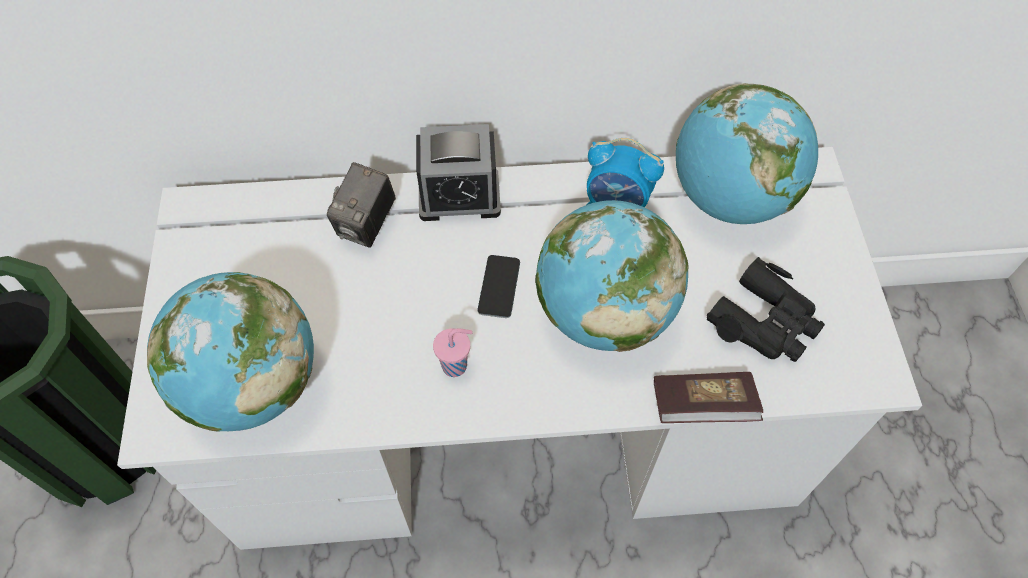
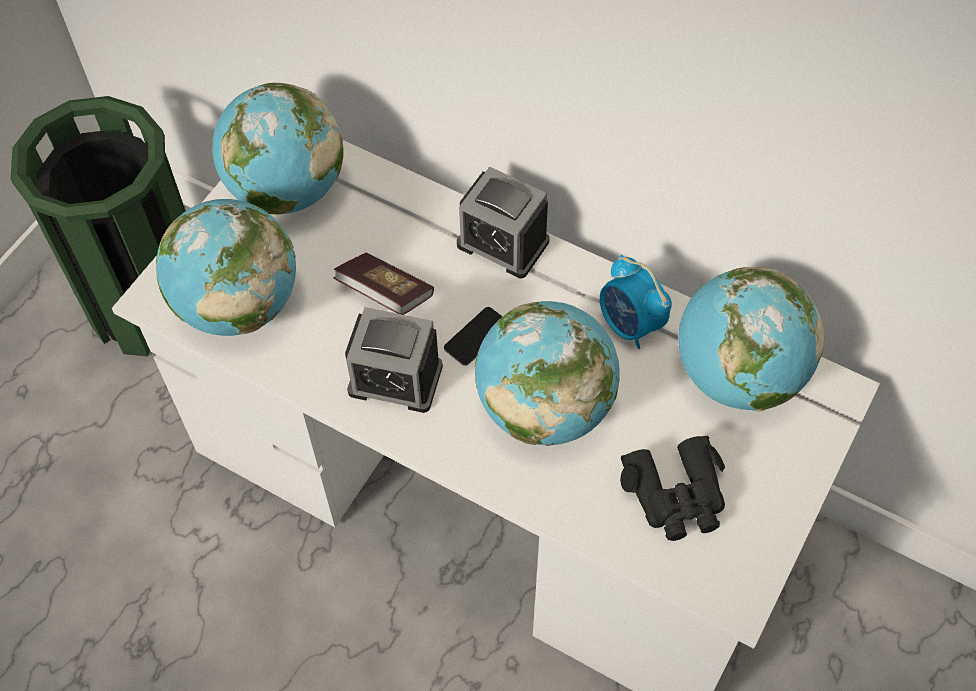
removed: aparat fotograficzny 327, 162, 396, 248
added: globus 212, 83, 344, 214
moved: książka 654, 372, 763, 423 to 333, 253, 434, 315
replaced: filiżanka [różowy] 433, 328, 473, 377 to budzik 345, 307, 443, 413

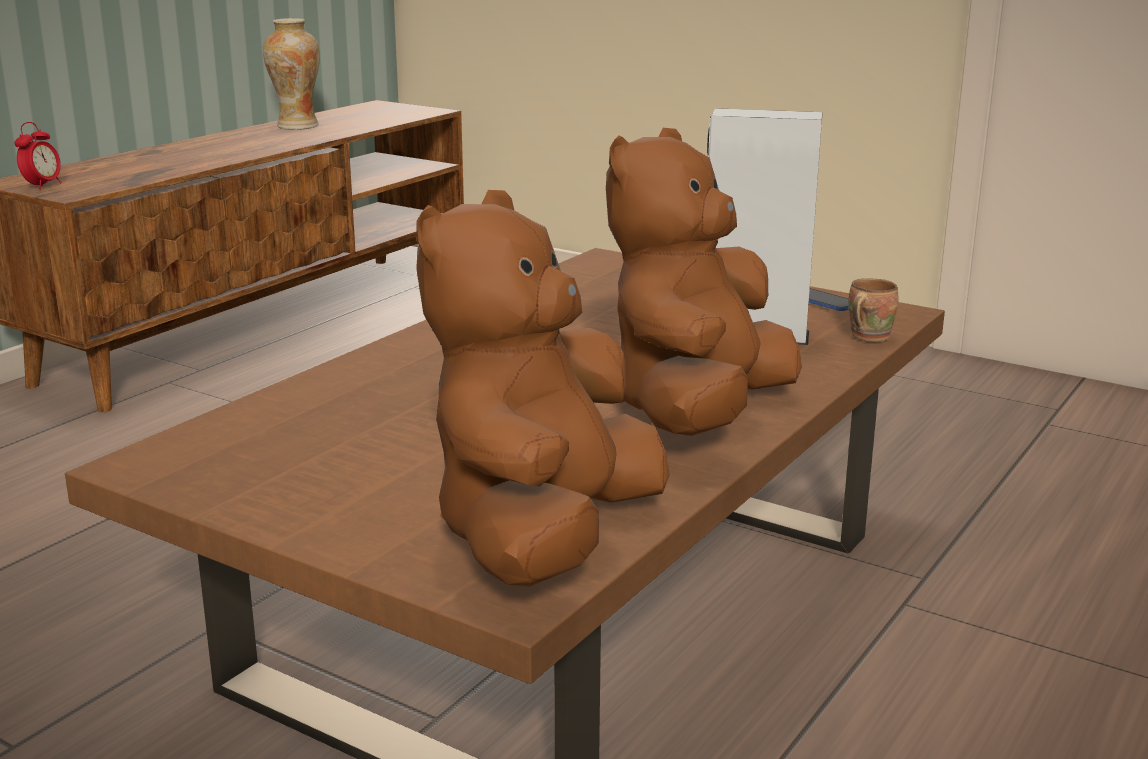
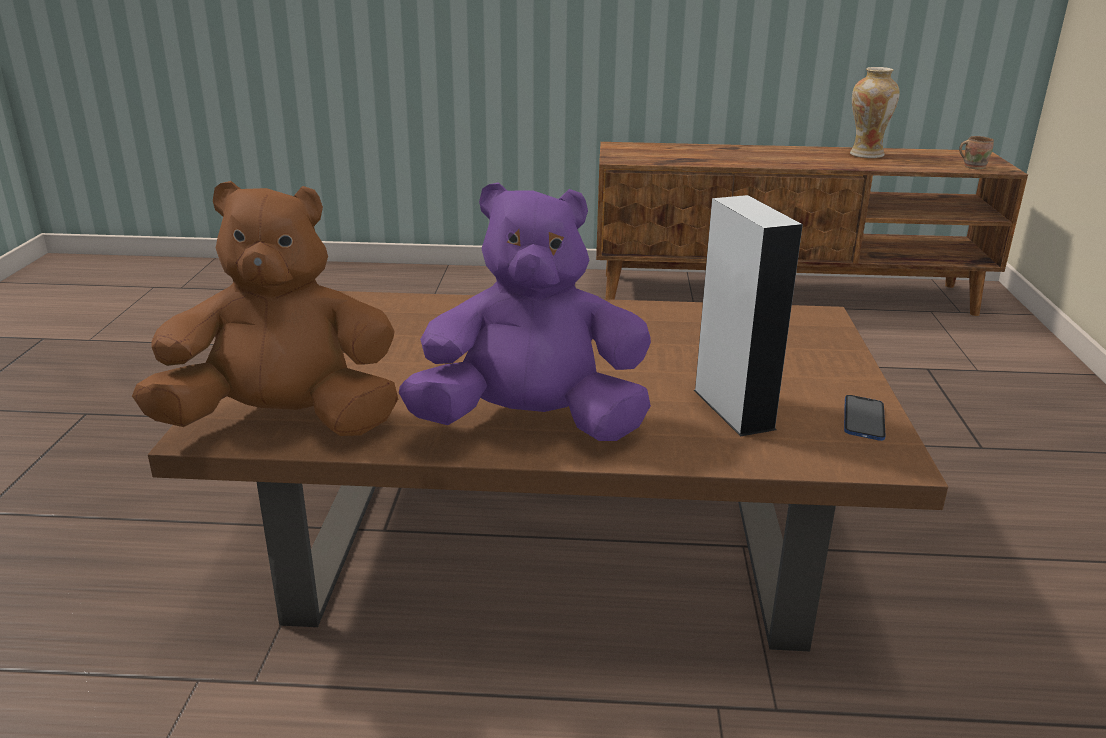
removed: budzik 14, 122, 62, 190
moved: kubek [brązowy] 848, 278, 899, 342 to 959, 136, 994, 170
recoloured: pluszak [brązowy] 606, 128, 802, 436 to pluszak [fioletowy] 399, 182, 651, 441

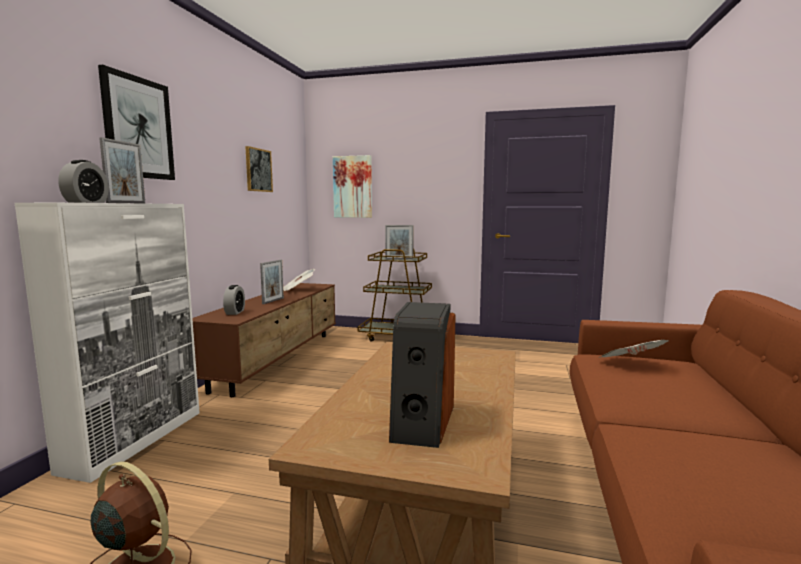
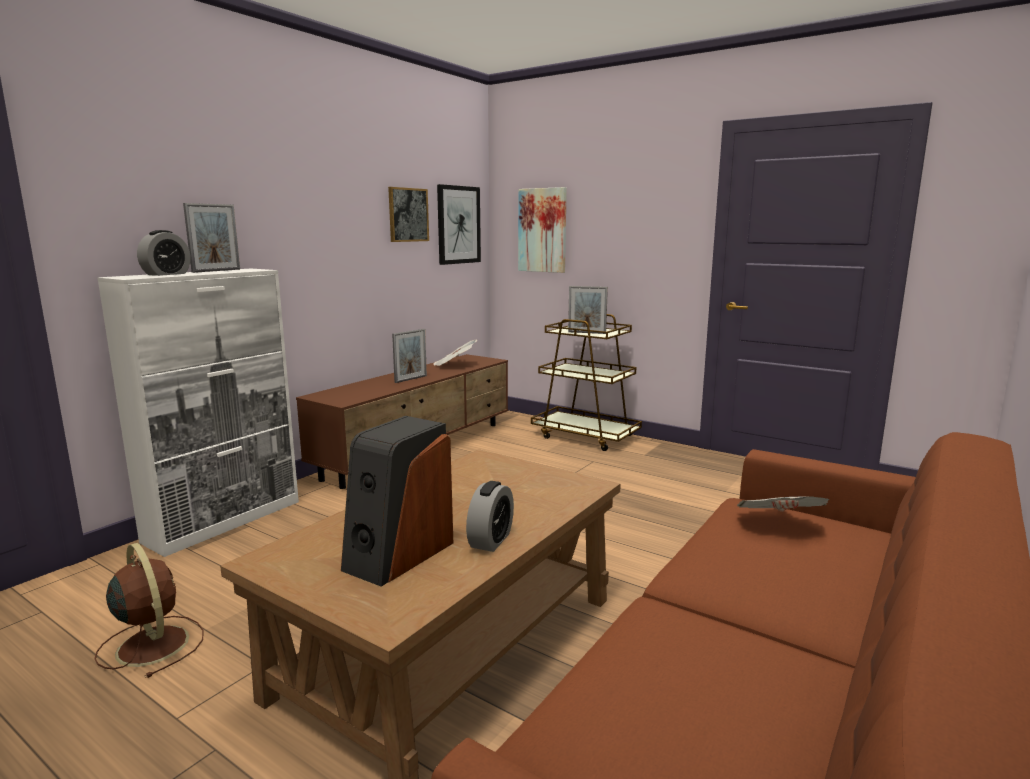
moved: obraz 98, 64, 175, 180 to 437, 184, 481, 265; budzik 223, 285, 245, 315 to 466, 481, 514, 552

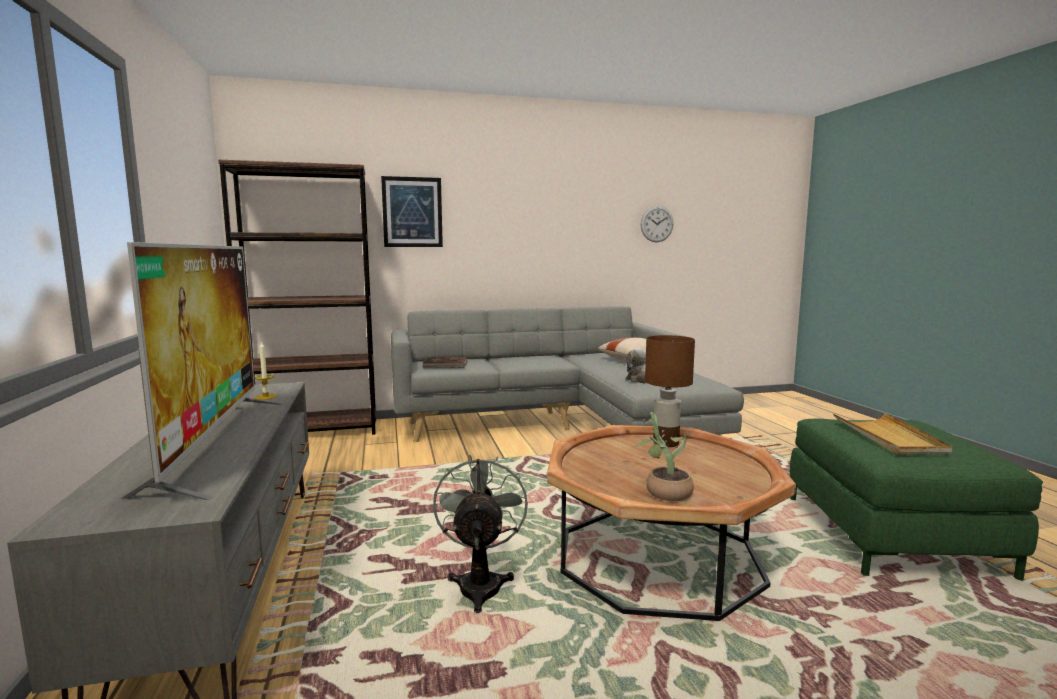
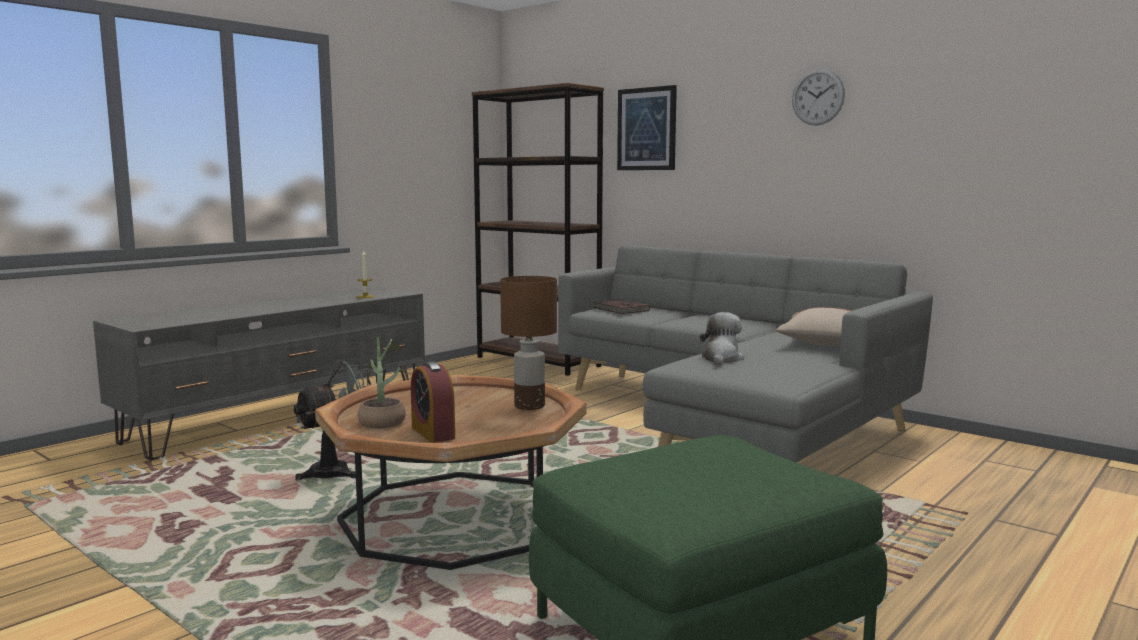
removed: telewizor 120, 242, 282, 500; taca [beżowy] 833, 413, 953, 454
added: budzik 411, 361, 455, 443
moved: zegar ścienny 641, 206, 673, 242 to 792, 69, 845, 126

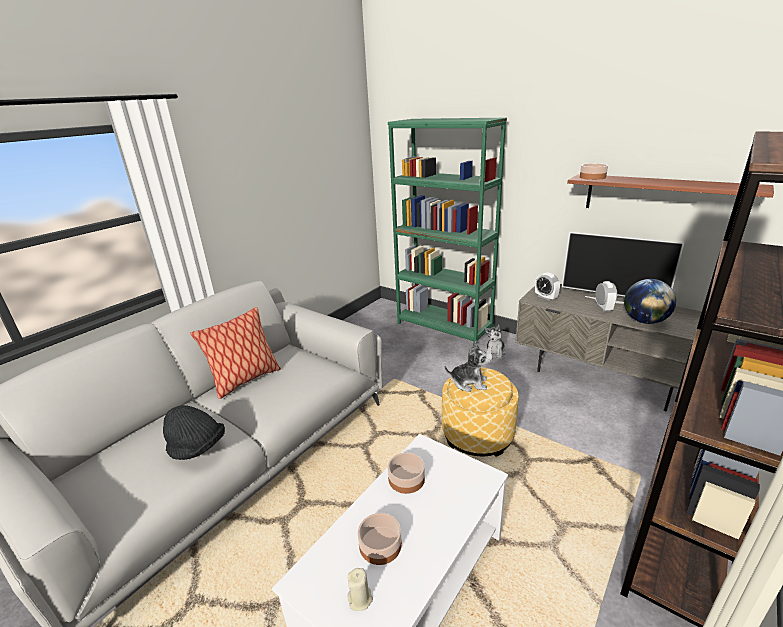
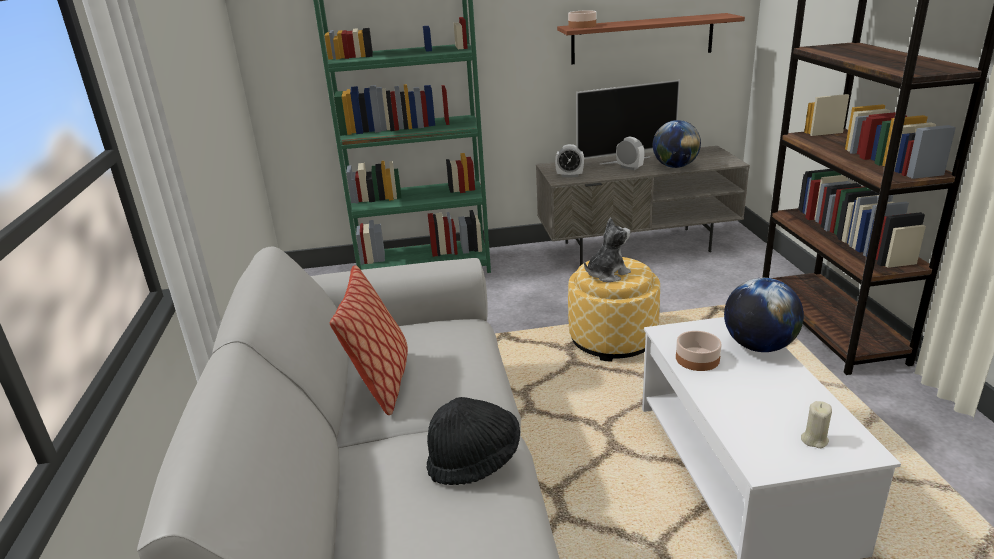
removed: miska 358, 513, 402, 565; pluszak 484, 325, 506, 360
added: globus 724, 278, 804, 352

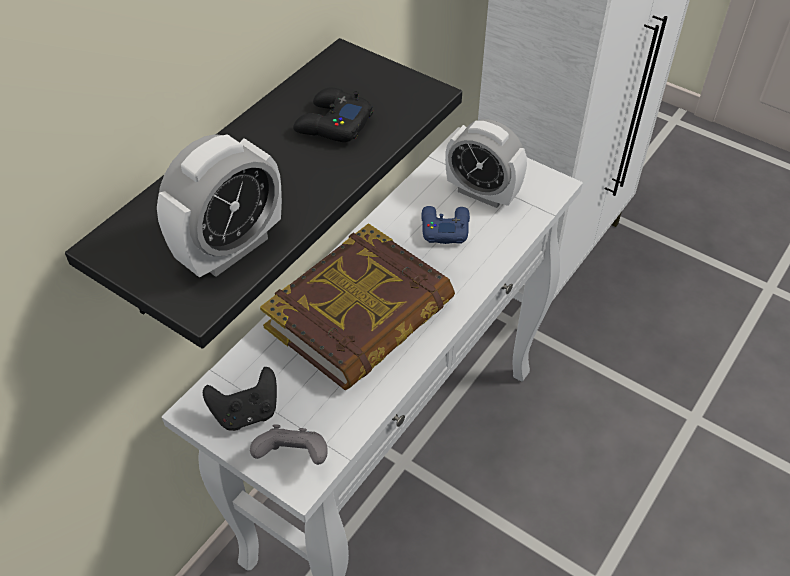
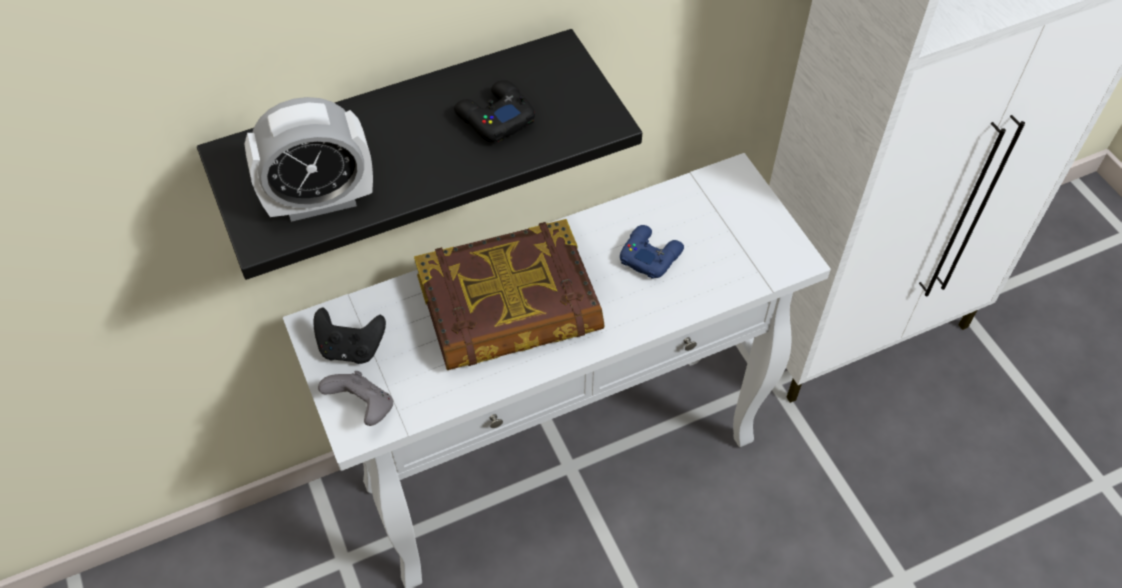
removed: budzik 445, 119, 527, 208

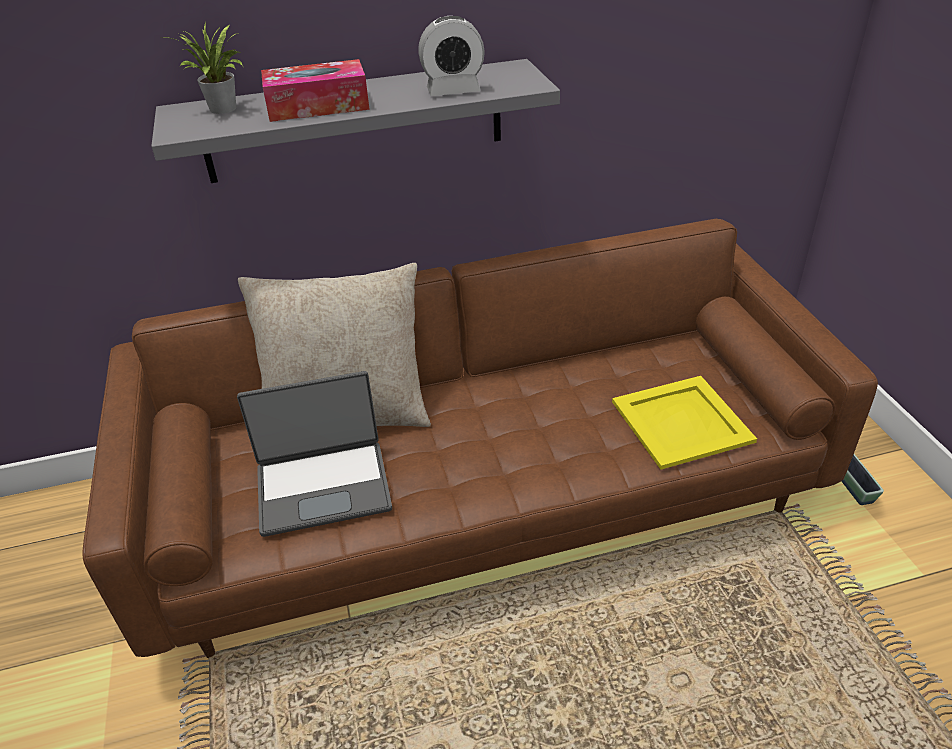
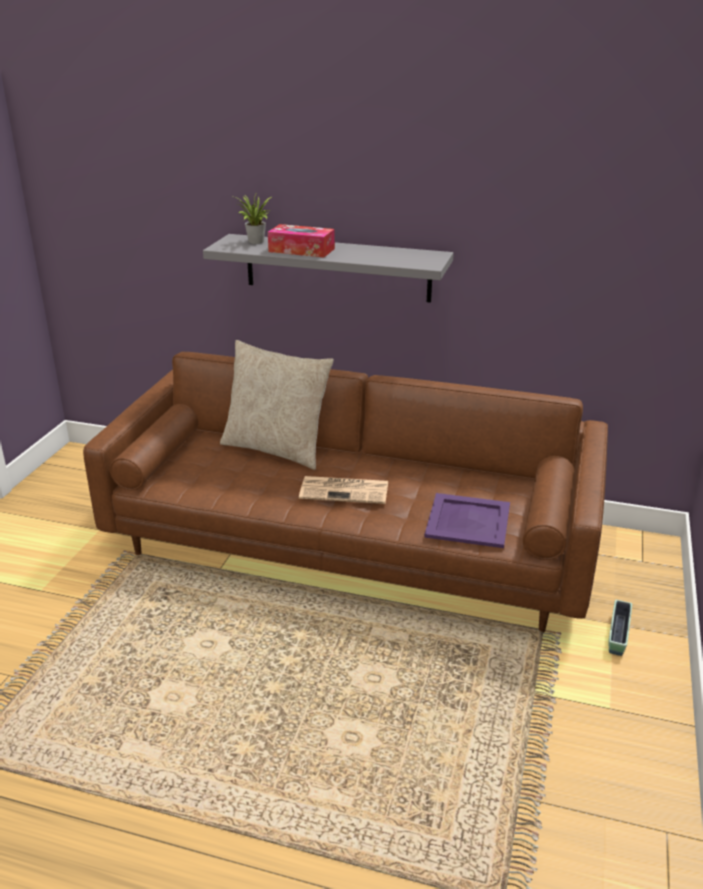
removed: laptop 237, 371, 392, 537; budzik 418, 16, 485, 96
added: gazeta 299, 476, 388, 504
recoloured: taca [żółty] 612, 376, 757, 470 to taca [fioletowy] 424, 493, 510, 548

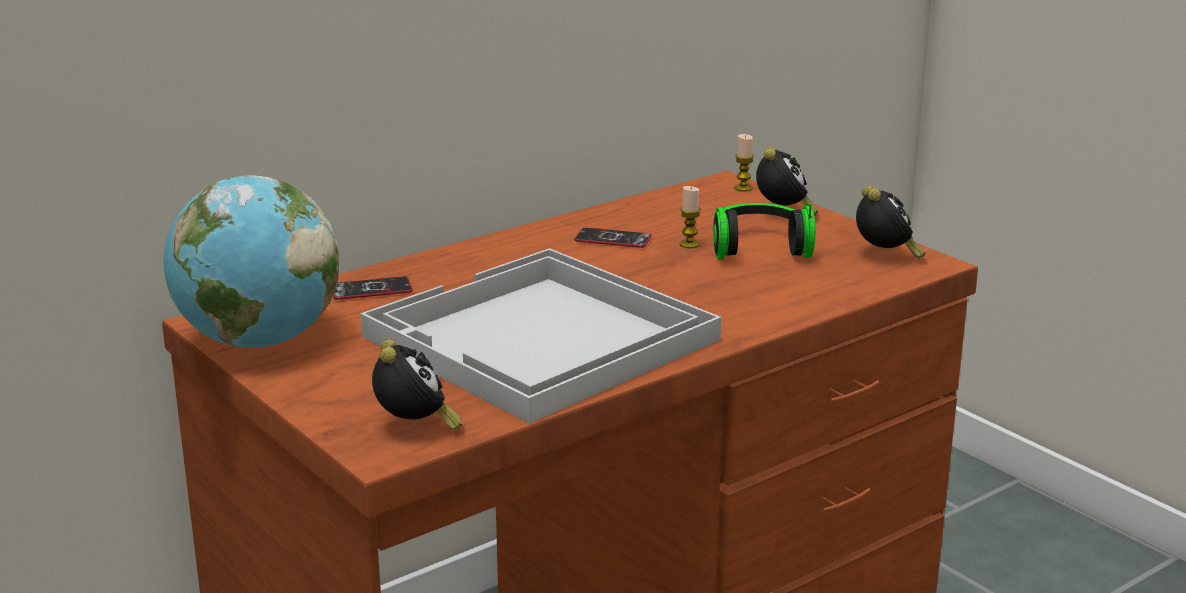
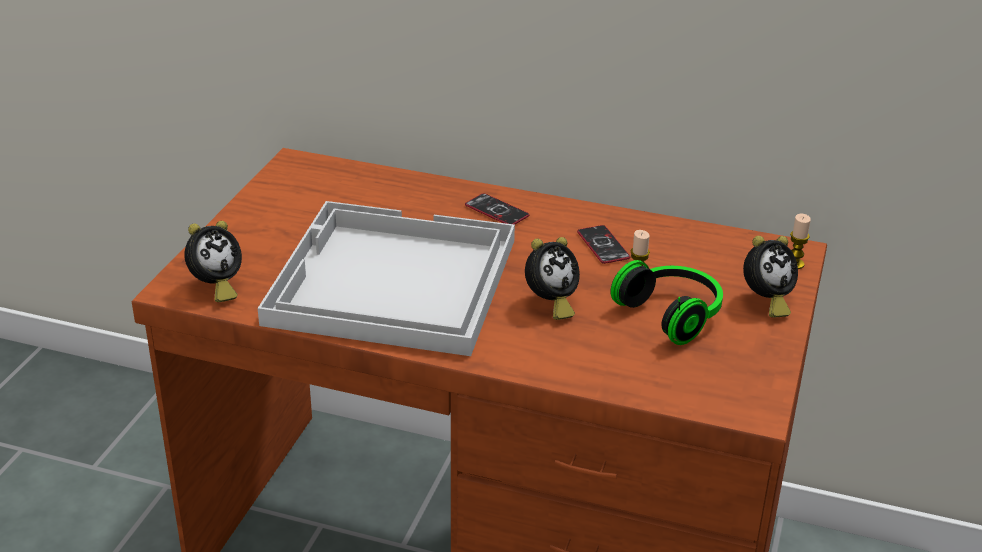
removed: globus 163, 175, 339, 348
moved: telefon 333, 276, 413, 300 to 465, 193, 529, 225; budzik 856, 186, 926, 259 to 525, 237, 580, 320

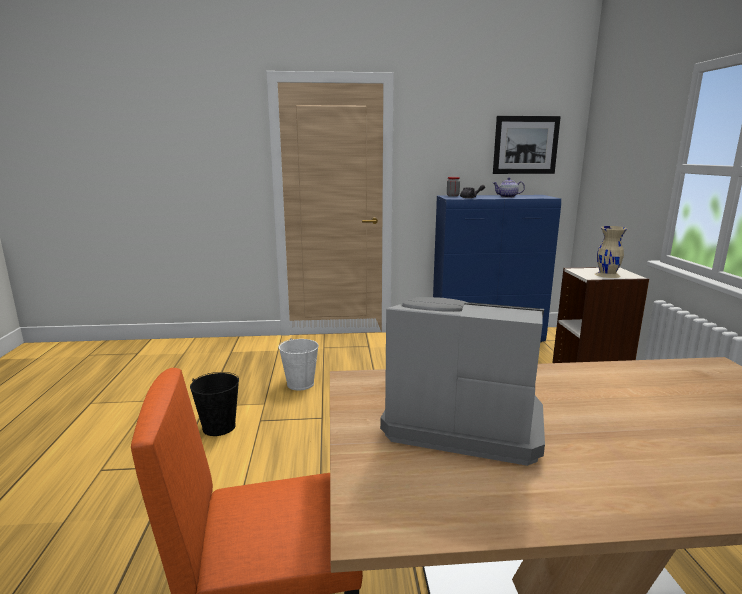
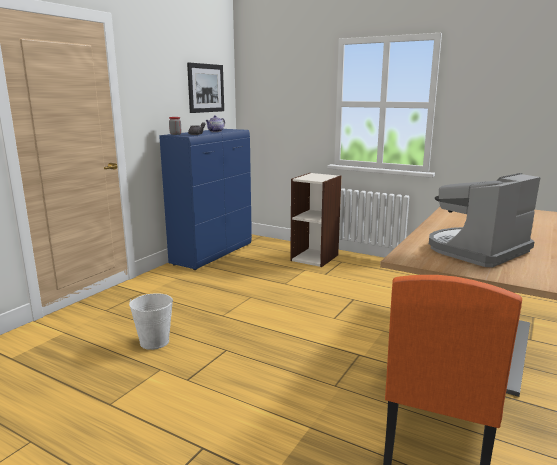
removed: wiadro [czarny] 190, 372, 239, 436; wazon [beżowy] 595, 226, 627, 278

